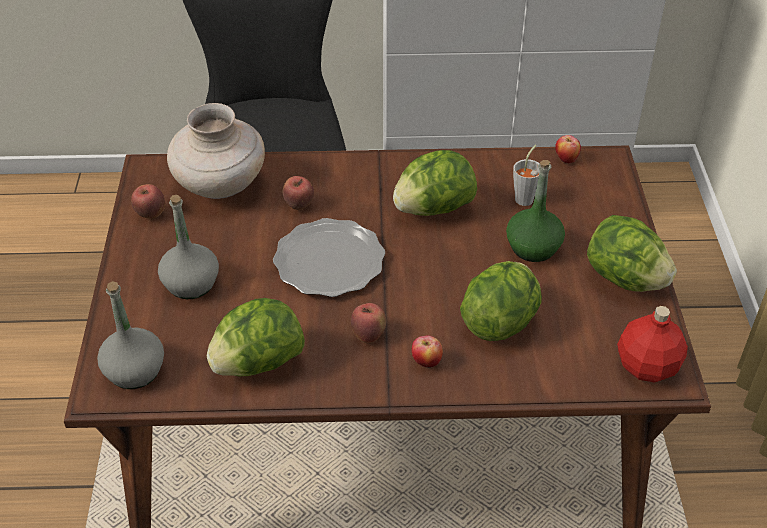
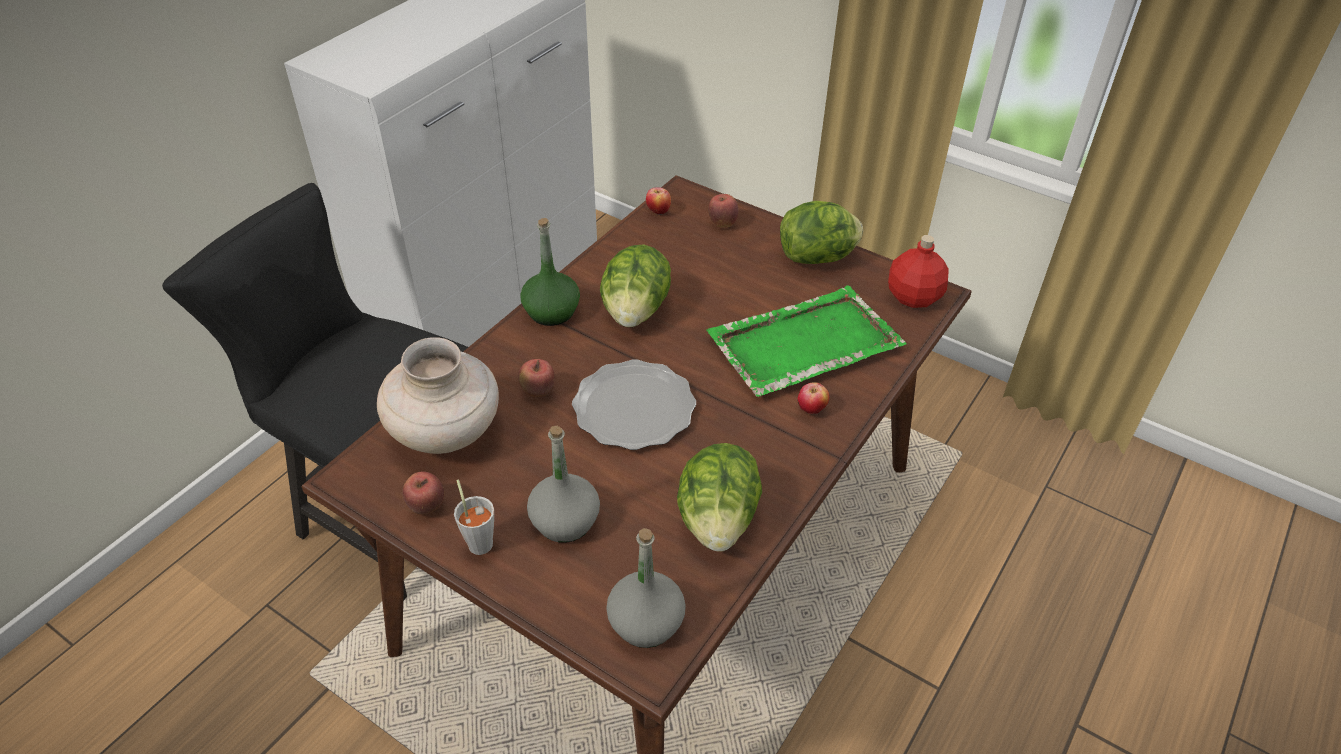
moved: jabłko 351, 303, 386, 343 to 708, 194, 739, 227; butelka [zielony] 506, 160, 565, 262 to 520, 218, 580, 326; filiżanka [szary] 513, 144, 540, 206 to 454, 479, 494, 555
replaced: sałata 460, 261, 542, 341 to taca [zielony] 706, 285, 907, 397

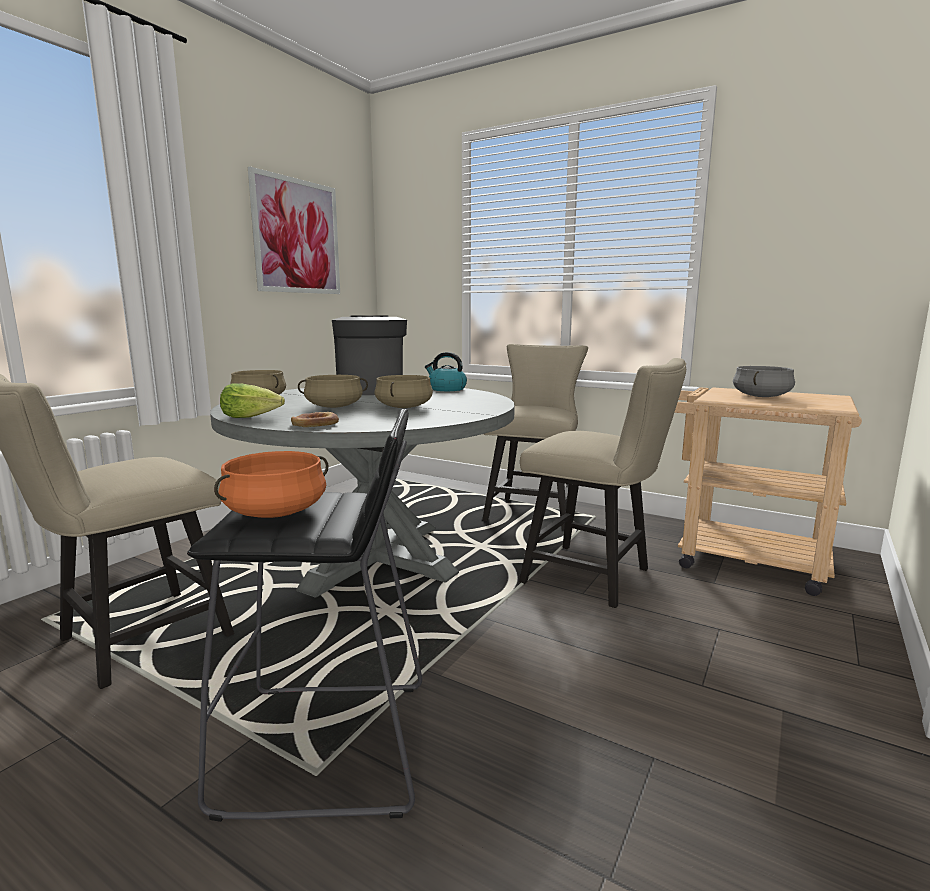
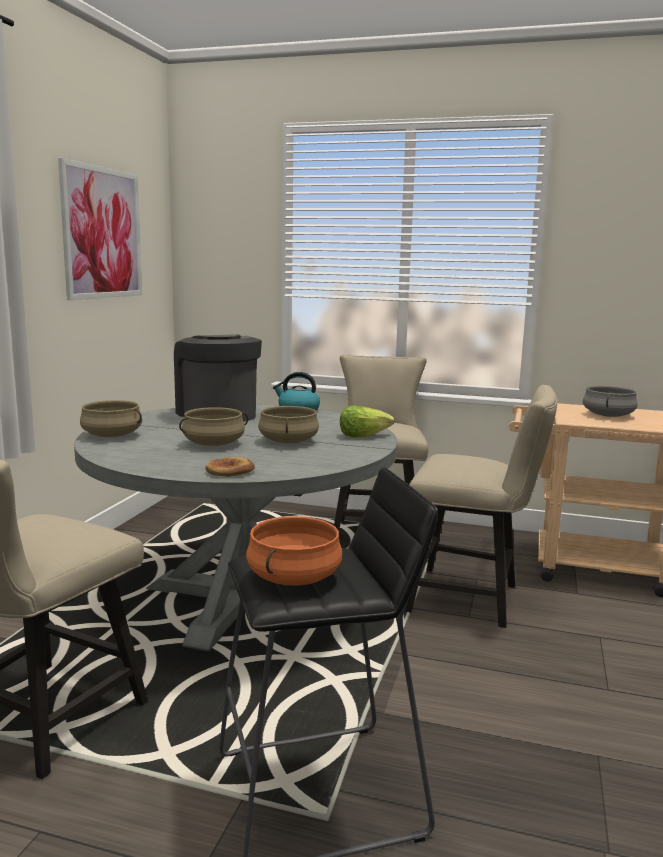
moved: sałata 220, 383, 285, 418 to 340, 406, 394, 438

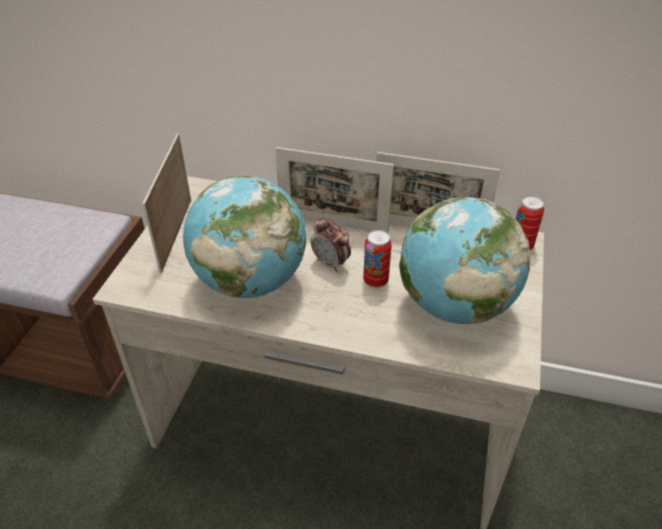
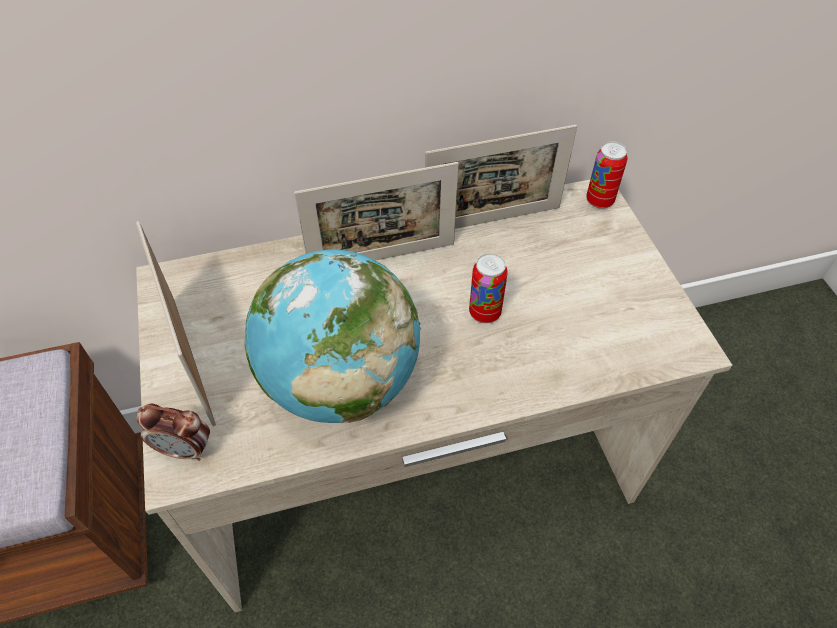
removed: globus 399, 197, 530, 324
moved: budzik 311, 217, 351, 272 to 137, 404, 210, 461

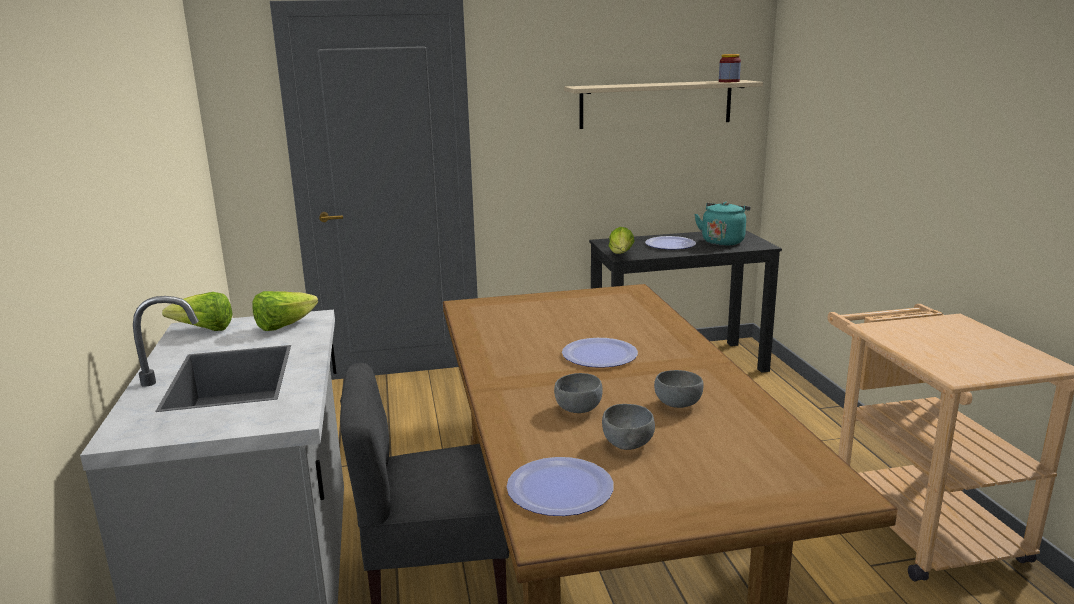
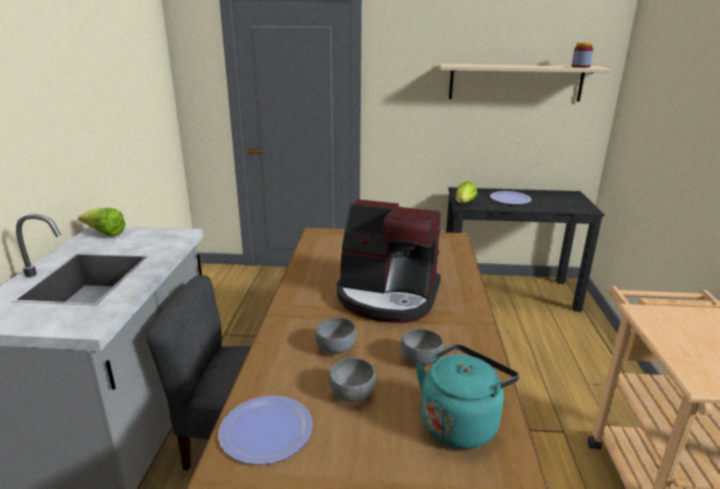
removed: sałata 252, 291, 318, 331
moved: czajnik [turkusowy] 694, 202, 751, 246 to 416, 344, 519, 449
replaced: talerz 562, 338, 638, 368 to ekspres do kawy 337, 199, 441, 323

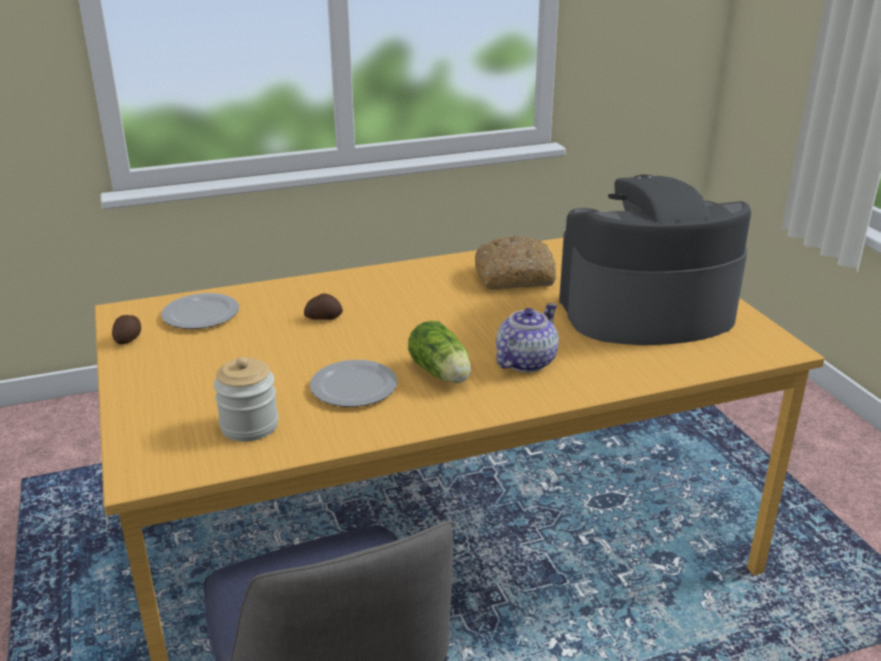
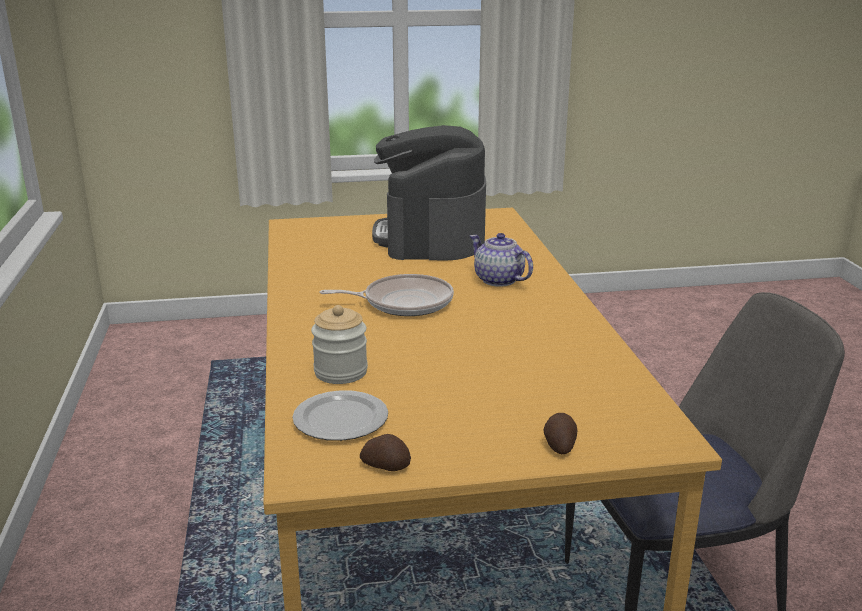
removed: talerz 310, 360, 398, 407; sałata 408, 321, 471, 383; chleb 475, 236, 556, 290
added: patelnia 319, 274, 454, 316
moved: słoik 214, 357, 278, 442 to 311, 305, 368, 384; ziemniak 304, 294, 343, 320 to 543, 413, 577, 454

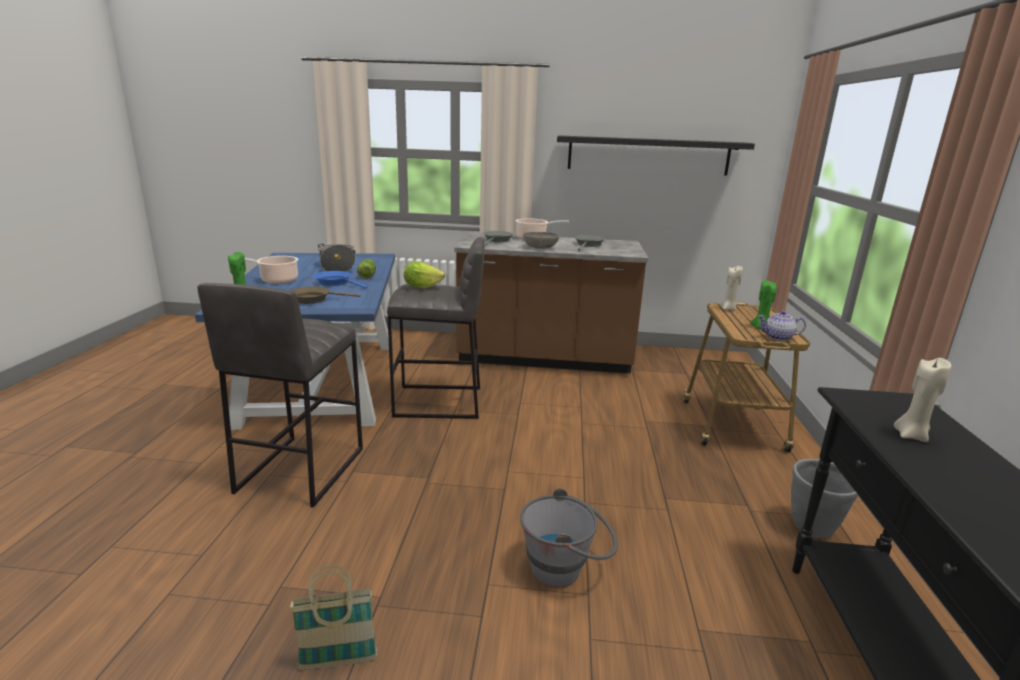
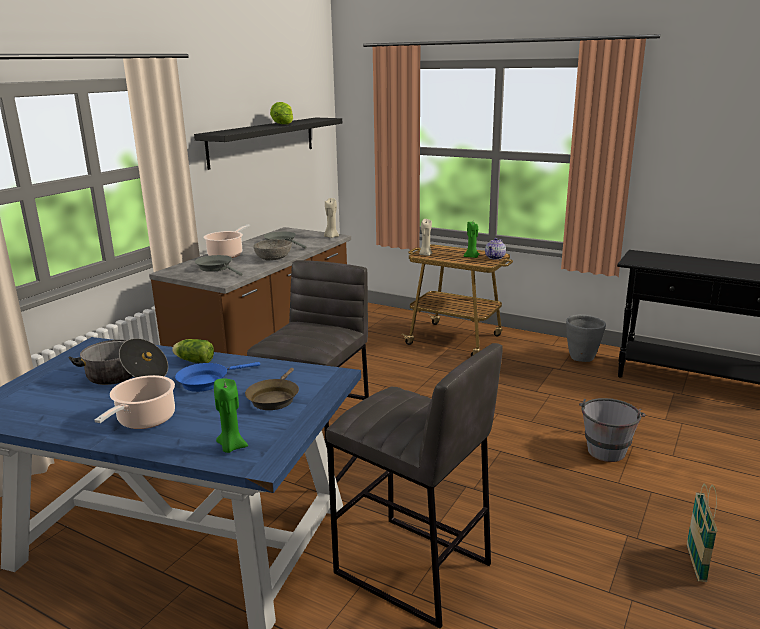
moved: sałata 404, 261, 445, 289 to 270, 102, 293, 124; świeca [beżowy] 894, 358, 951, 442 to 324, 198, 339, 238

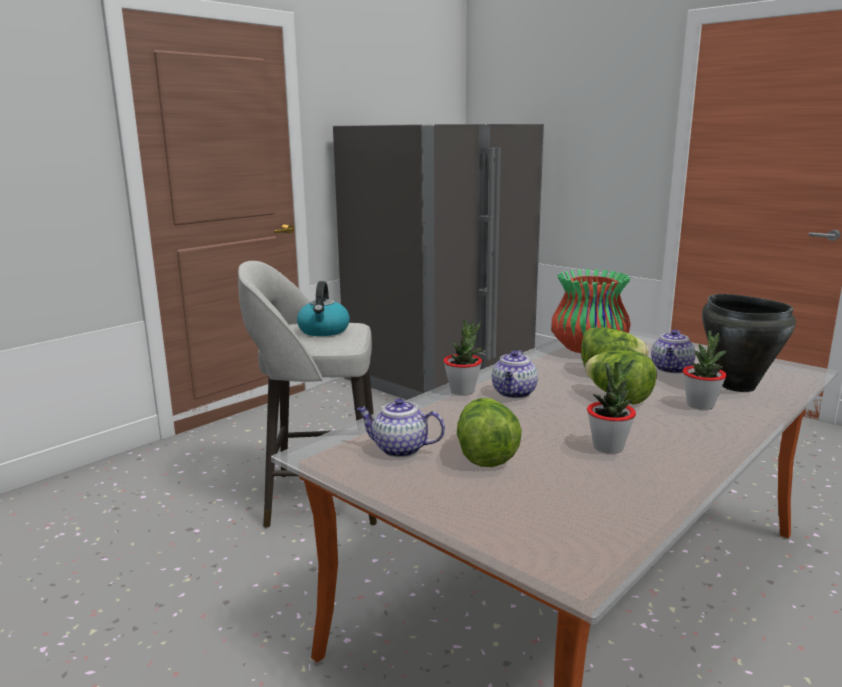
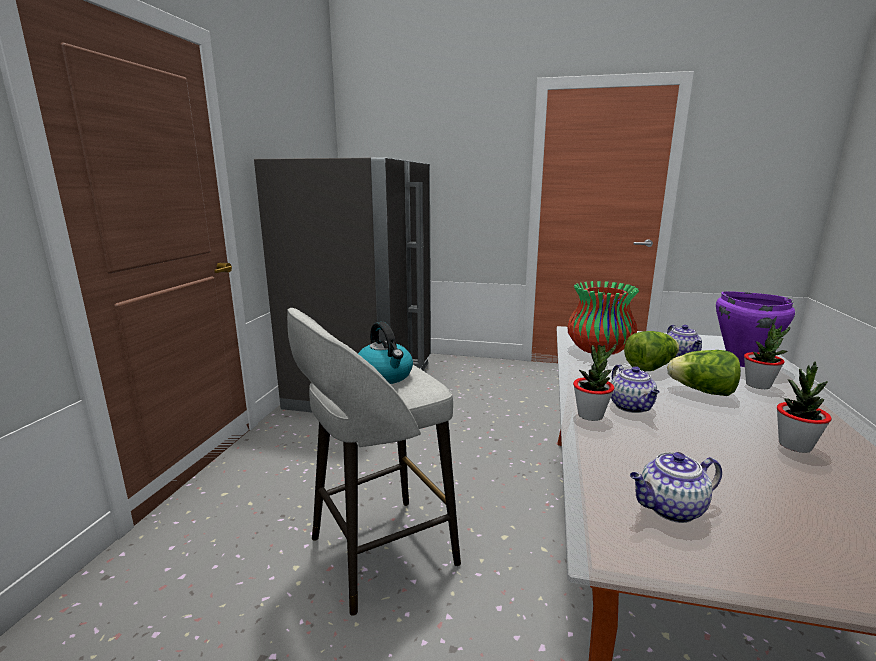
removed: sałata 457, 398, 522, 467
recoloured: garnek [czarny] 702, 294, 796, 392 to garnek [fioletowy] 716, 291, 795, 367

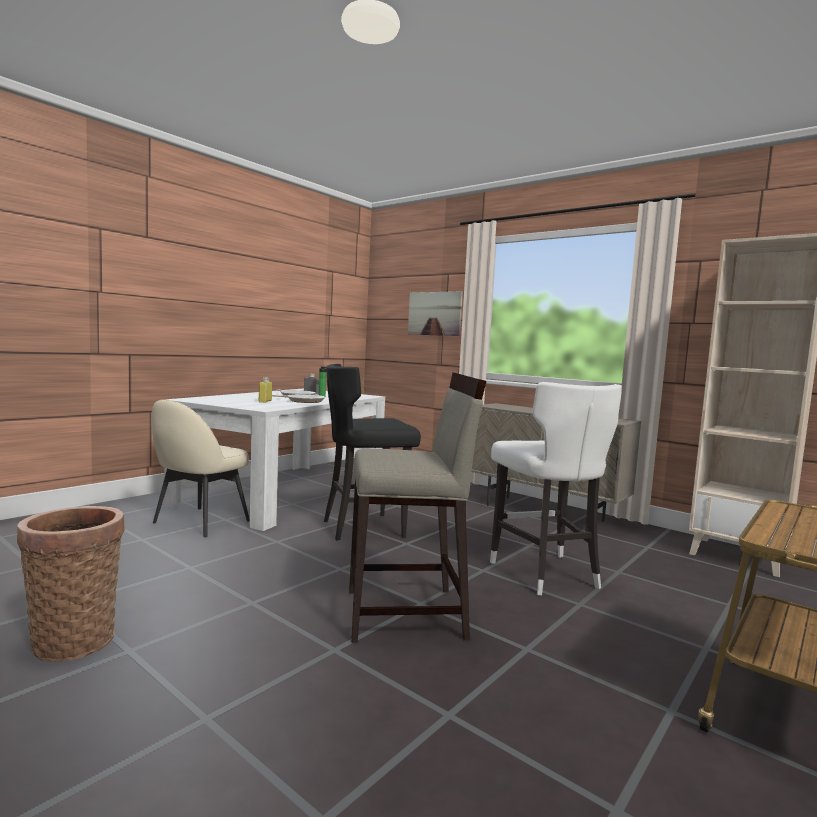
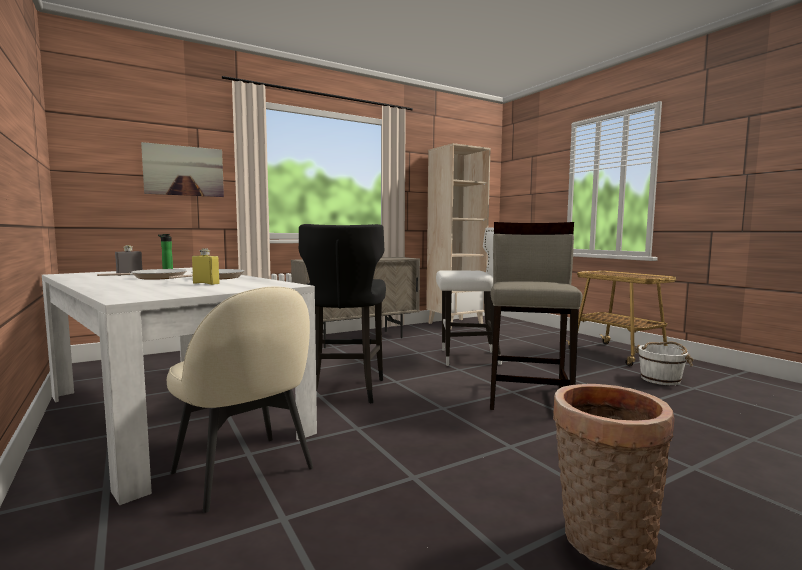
added: wiadro [biały] 634, 342, 693, 385

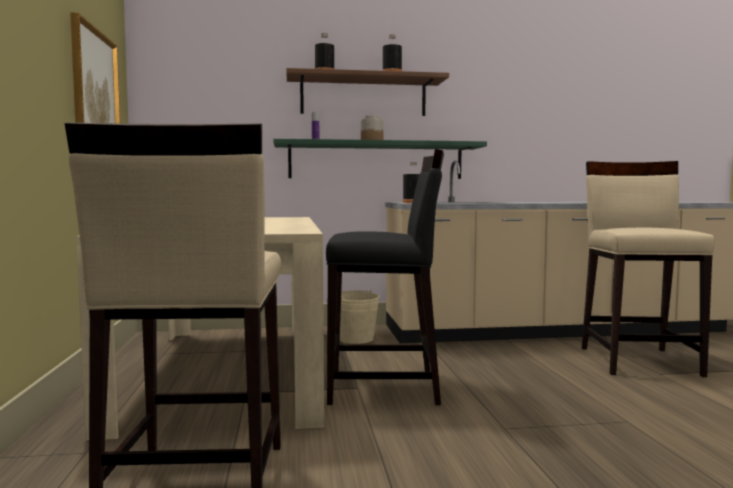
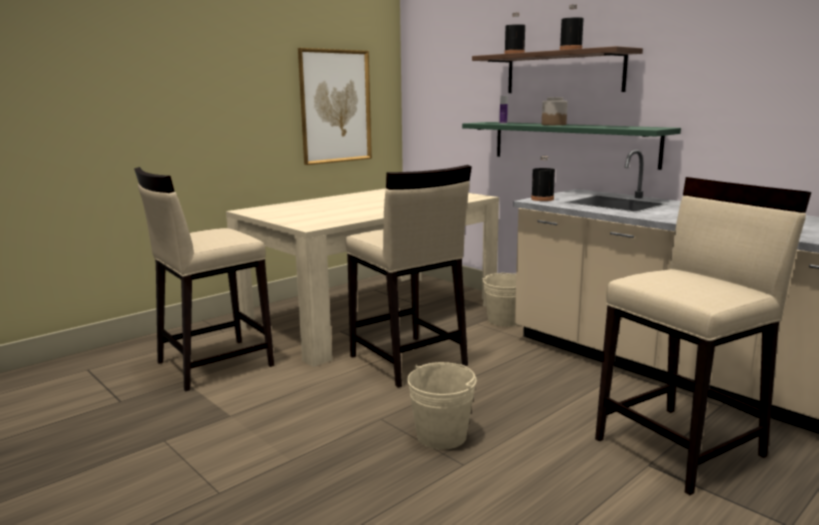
added: wiadro [beżowy] 407, 362, 477, 450
recoloured: stołek [czarny] 326, 149, 444, 405 to stołek [beżowy] 345, 165, 472, 388

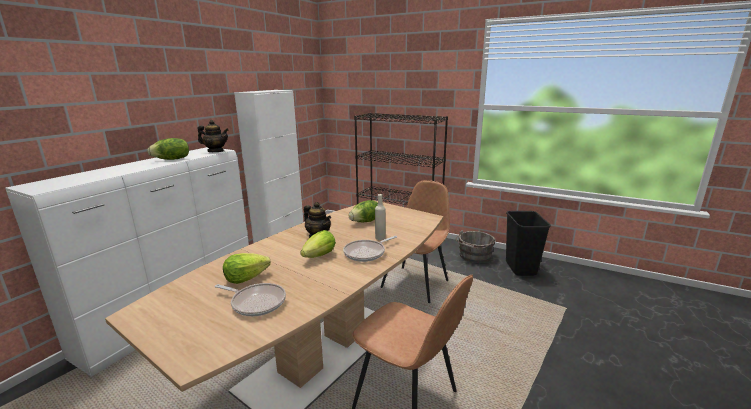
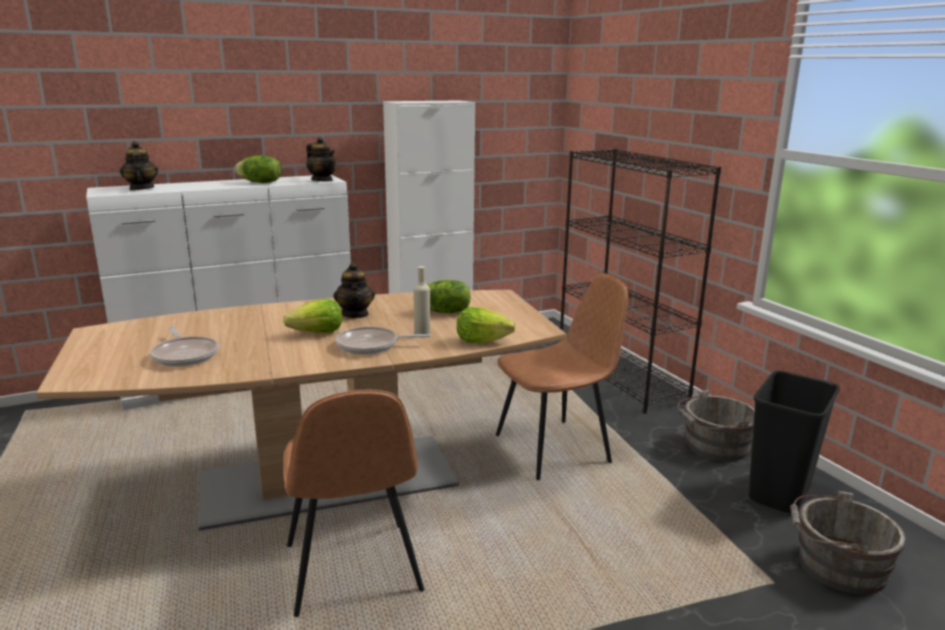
added: imbryk 120, 141, 159, 190; wiadro [szary] 790, 491, 906, 595
moved: sałata 223, 253, 271, 284 to 457, 307, 516, 343

